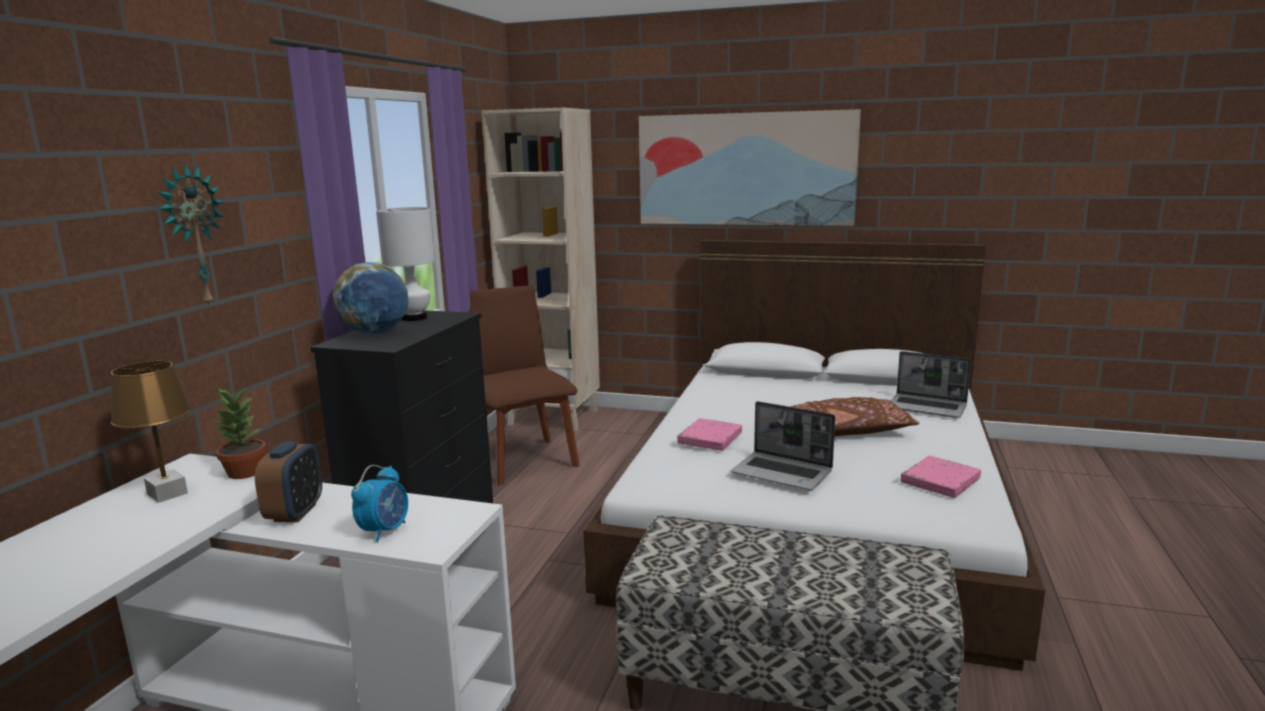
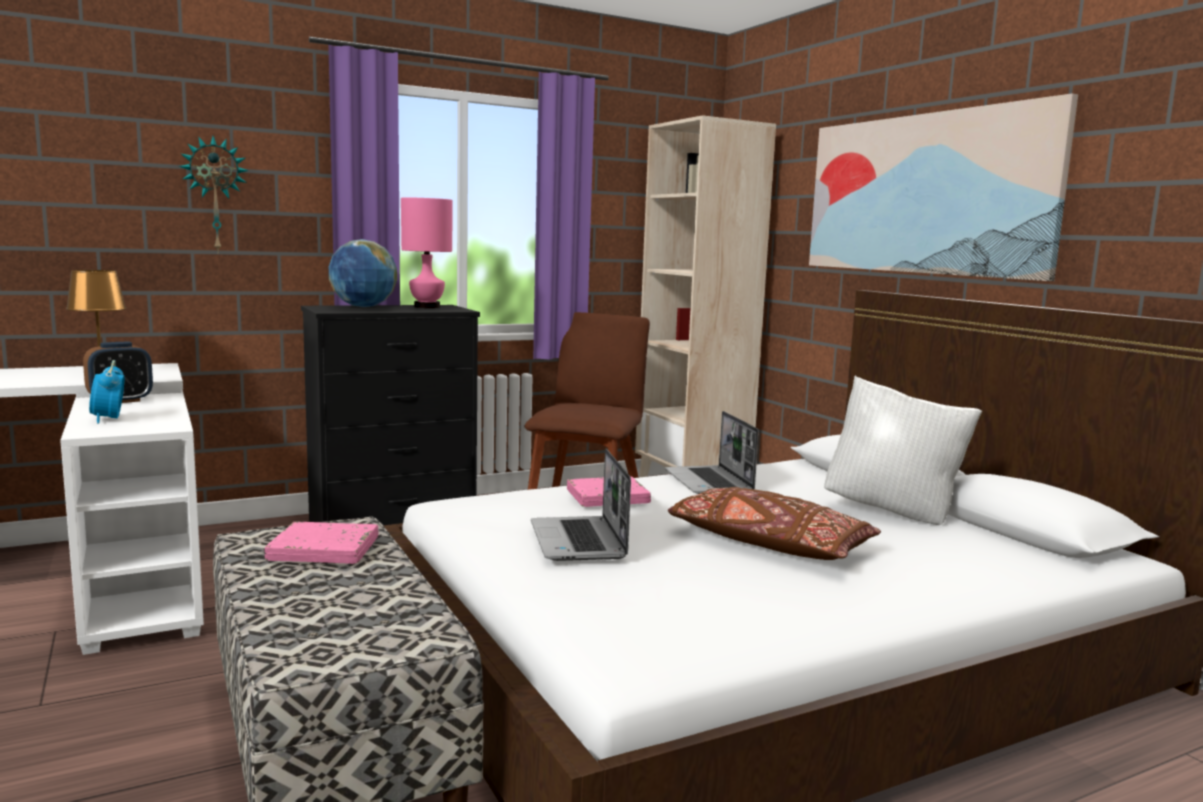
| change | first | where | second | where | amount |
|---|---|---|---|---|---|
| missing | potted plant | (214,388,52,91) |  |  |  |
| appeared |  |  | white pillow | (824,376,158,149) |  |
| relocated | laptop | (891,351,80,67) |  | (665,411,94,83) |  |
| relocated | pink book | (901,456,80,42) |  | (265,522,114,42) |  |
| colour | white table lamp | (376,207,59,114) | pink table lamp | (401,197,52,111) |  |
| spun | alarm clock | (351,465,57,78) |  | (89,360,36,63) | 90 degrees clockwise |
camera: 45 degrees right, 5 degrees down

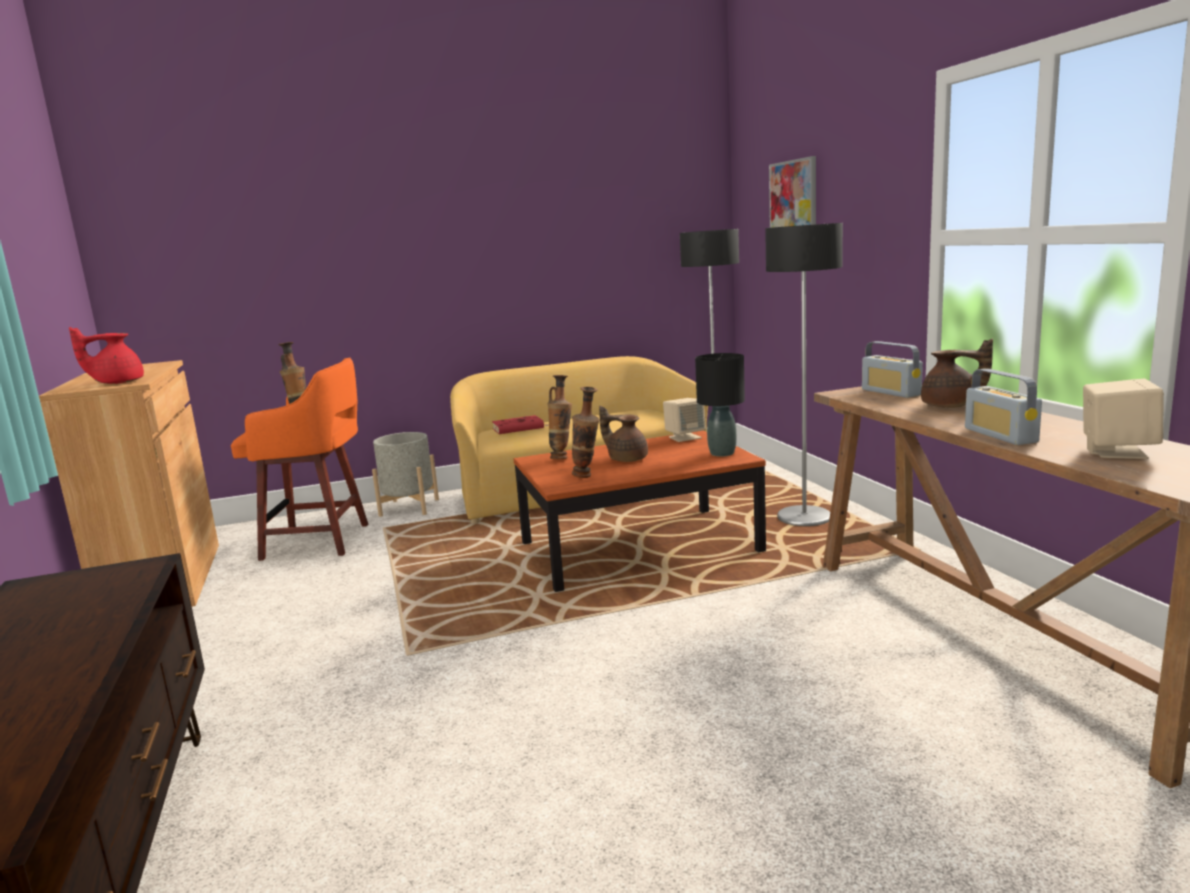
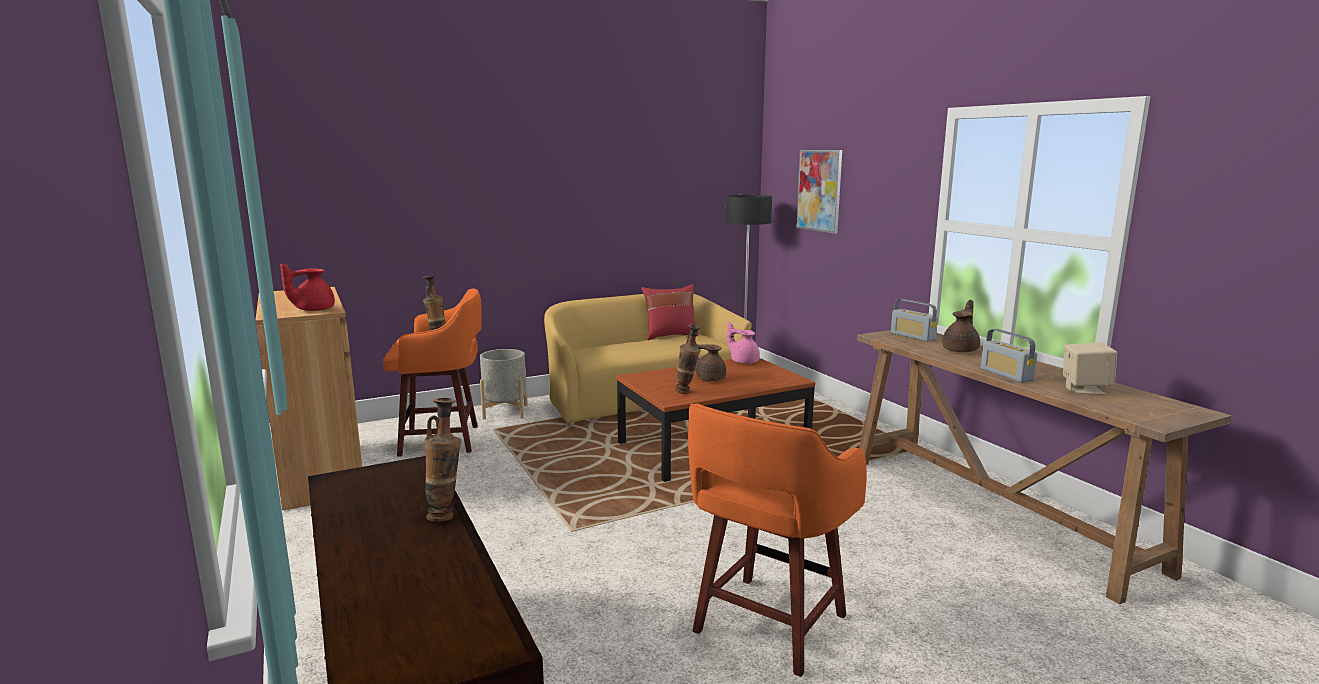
| change | first | where | second | where | amount |
|---|---|---|---|---|---|
| missing | red book | (492,415,52,19) |  |  |  |
| missing | black table lamp | (695,353,50,104) |  |  |  |
| missing | floor lamp | (765,223,78,303) |  |  |  |
| appeared |  |  | red pillow | (641,284,57,56) |  |
| appeared |  |  | orange stool | (688,403,178,274) |  |
| relocated | vase | (548,375,24,84) |  | (424,398,37,124) |  |
| exchanged | beige speaker | (663,398,43,44) | pink teapot | (727,322,33,42) |  |
| spun | brown teapot | (921,339,72,69) |  | (942,300,38,52) | 75 degrees counterclockwise |
camera: 10 degrees left, 0 degrees up

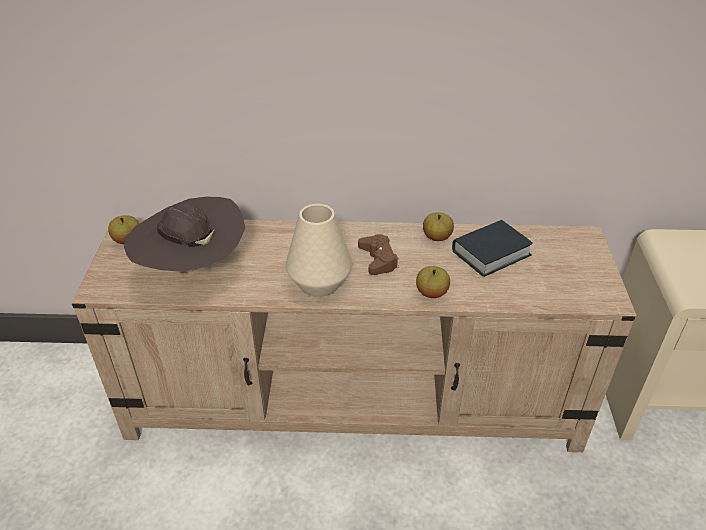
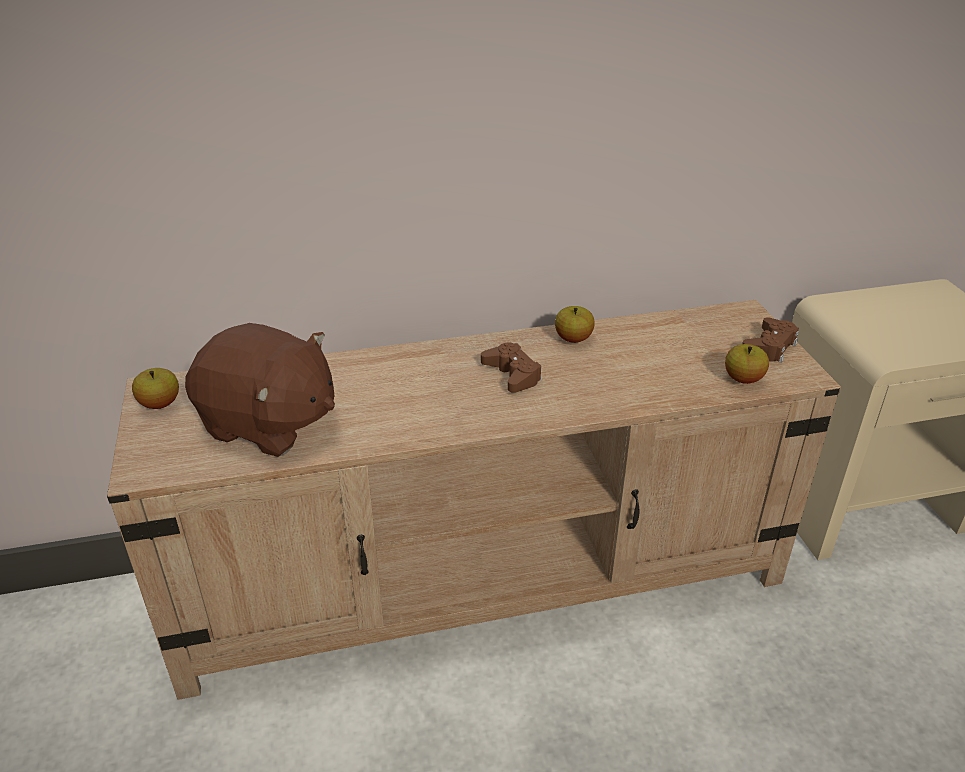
| change | first | where | second | where | amount |
|---|---|---|---|---|---|
| missing | beige vase | (286,204,66,93) |  |  |  |
| missing | book | (452,220,81,57) |  |  |  |
| appeared |  |  | brown game controller | (742,317,57,46) |  |
| relocated | apple | (416,266,34,32) |  | (725,344,44,40) |  |
| exchanged | brown hat | (124,197,122,76) | brown plush toy | (185,323,150,134) |  |
camera: 15 degrees left, 5 degrees down

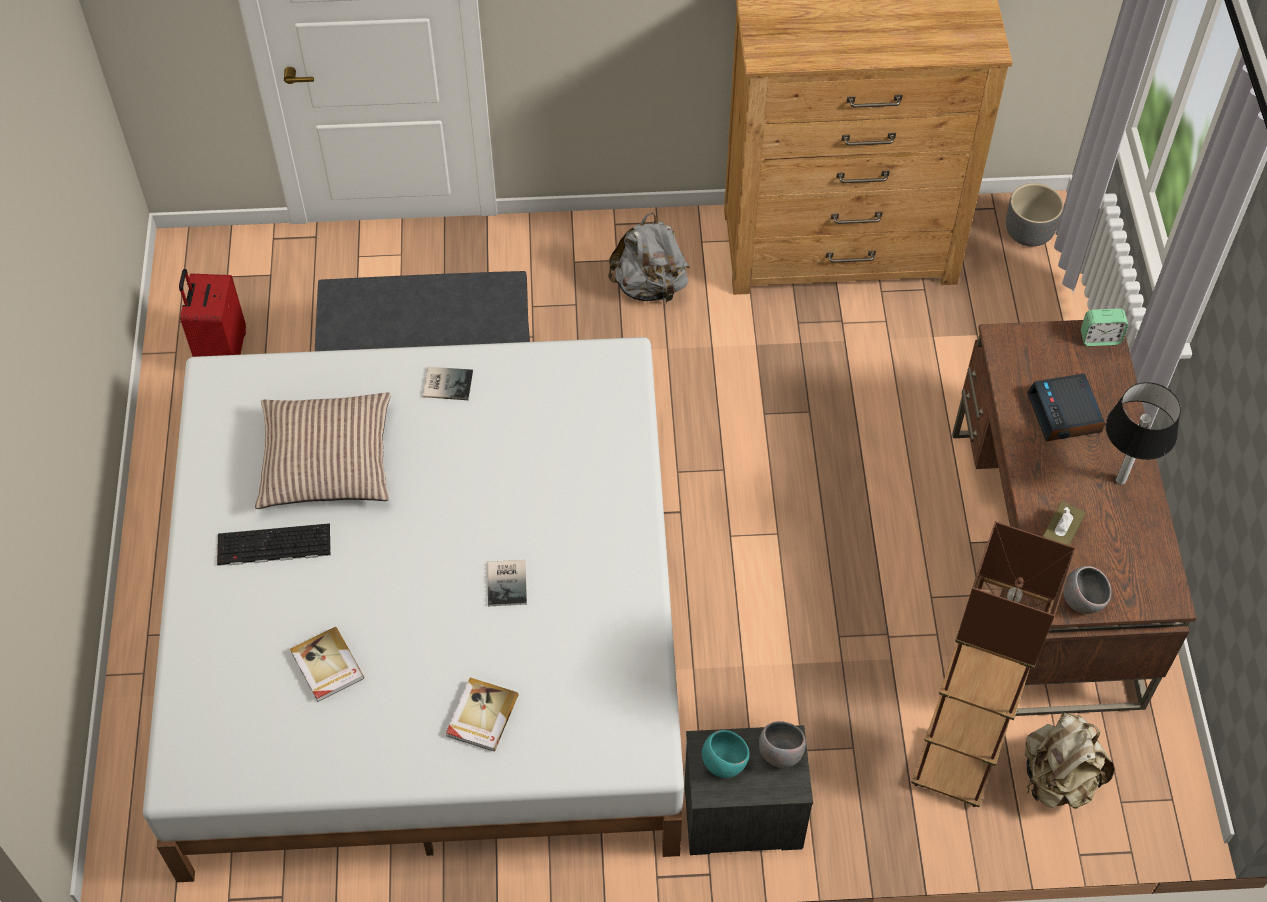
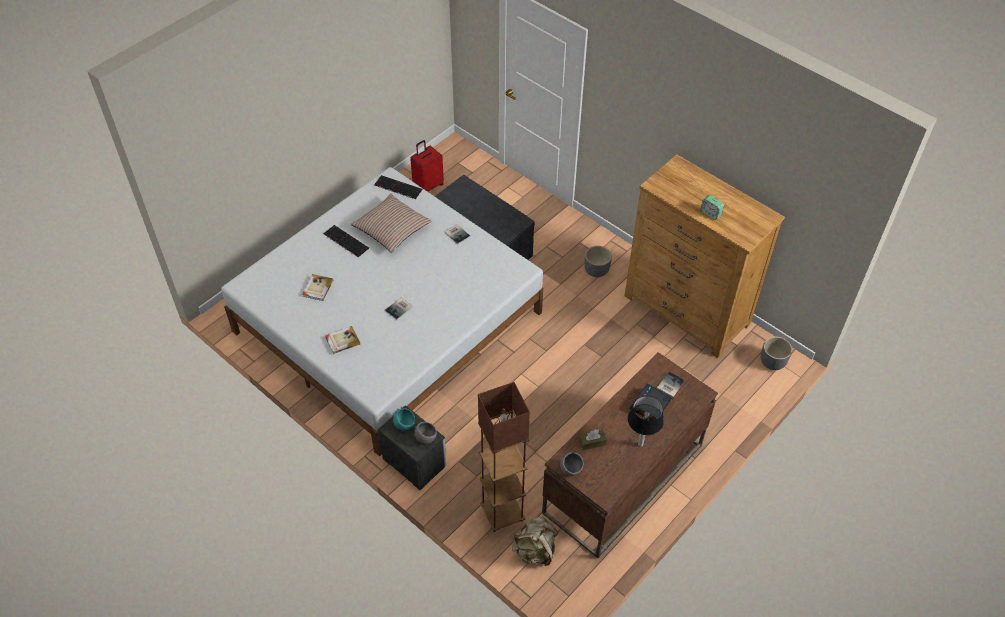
| change | first | where | second | where | amount |
|---|---|---|---|---|---|
| appeared |  |  | keyboard | (374,175,49,24) |  |
| appeared |  |  | book | (657,372,28,25) |  |
| relocated | alarm clock | (1081,308,47,38) |  | (701,195,23,25) |  |
| exchanged | grey backpack | (608,212,82,92) | grey planter | (584,246,28,31) |  |
camera: 45 degrees right, 5 degrees down

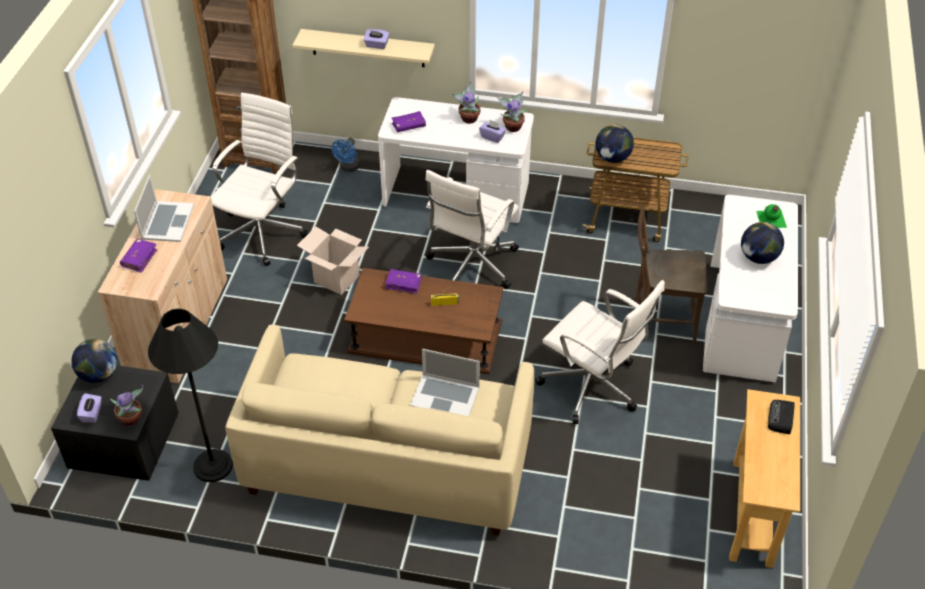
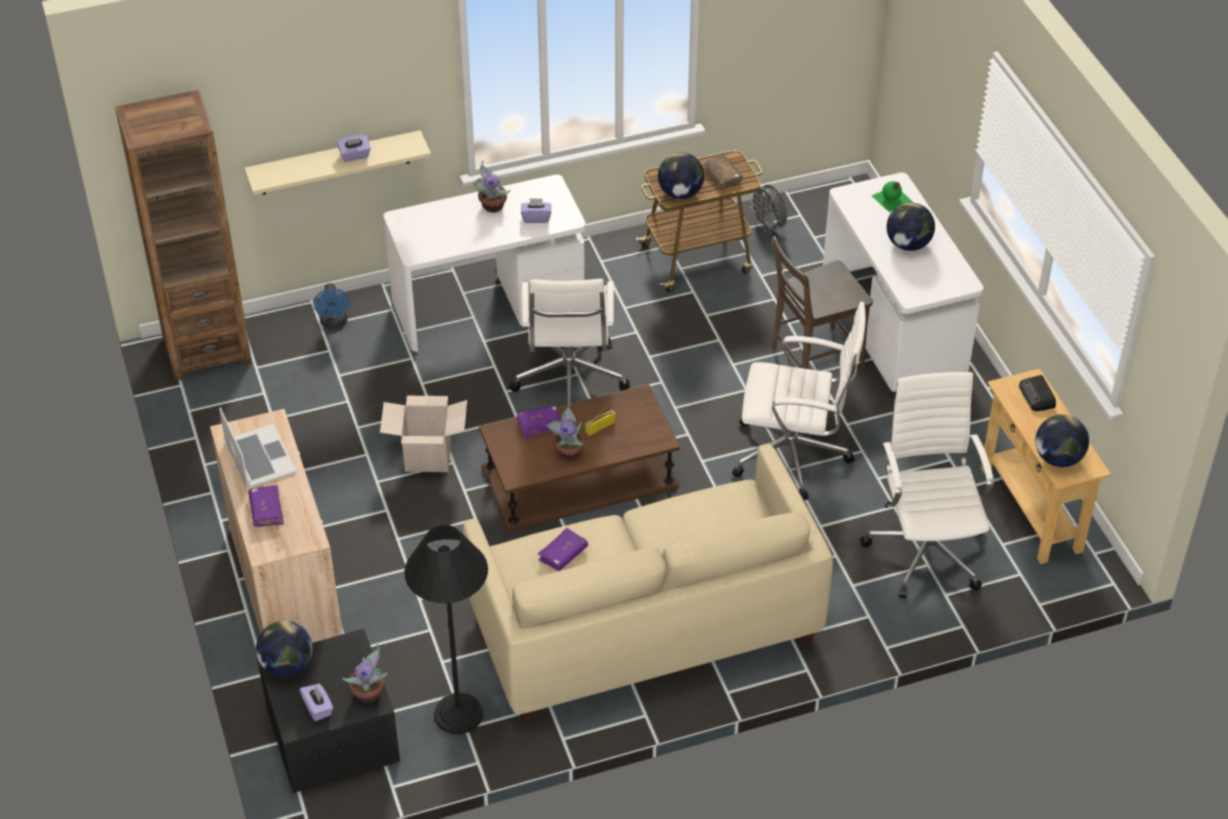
| change | first | where | second | where | amount |
|---|---|---|---|---|---|
| missing | laptop | (410,349,70,67) |  |  |  |
| appeared |  |  | brown book | (703,155,40,36) |  |
| appeared |  |  | grey fan | (749,185,38,49) |  |
| appeared |  |  | globe | (1035,414,54,53) |  |
| relocated | white office chair | (211,93,98,173) |  | (860,372,134,226) |  |
| relocated | purple book | (391,111,35,21) |  | (538,528,50,43) |  |
| relocated | potted plant | (497,91,30,41) |  | (545,404,40,56) |  |
camera: 30 degrees left, 0 degrees up

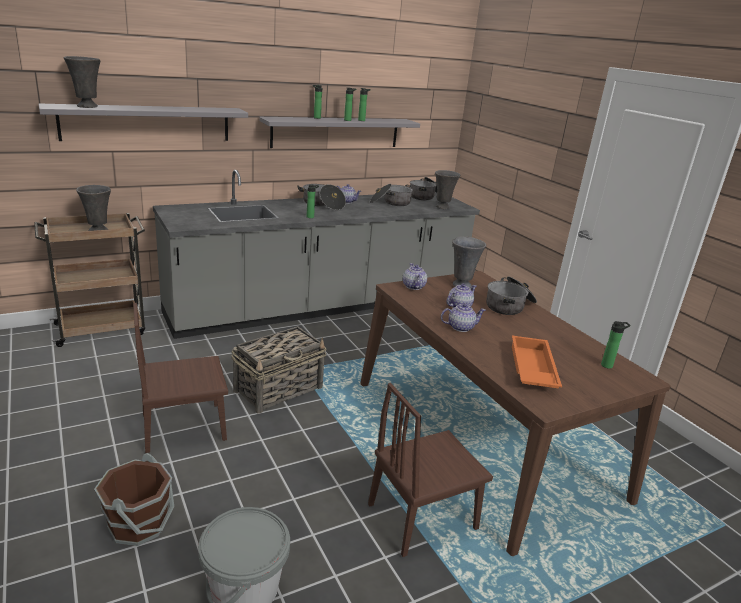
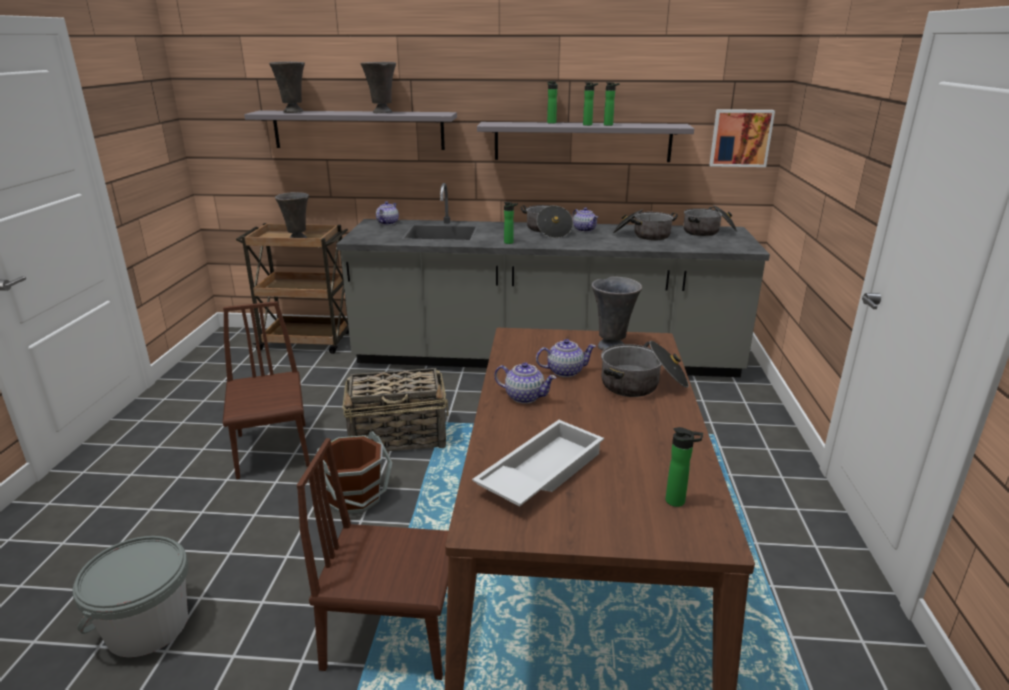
| change | first | where | second | where | amount |
|---|---|---|---|---|---|
| appeared |  |  | picture | (709,109,66,58) |  |
| relocated | brown bucket | (94,453,81,93) |  | (317,431,75,83) |  |
| relocated | teapot | (403,263,24,27) |  | (376,201,23,24) |  |
| relocated | grey vase | (435,170,25,39) |  | (361,62,35,51) |  |
| colour | orange tray | (512,336,50,53) | white tray | (472,420,132,87) |  |
| spun | brown chair | (133,303,95,150) |  | (223,301,87,178) | 60 degrees clockwise |
camera: 35 degrees right, 0 degrees up

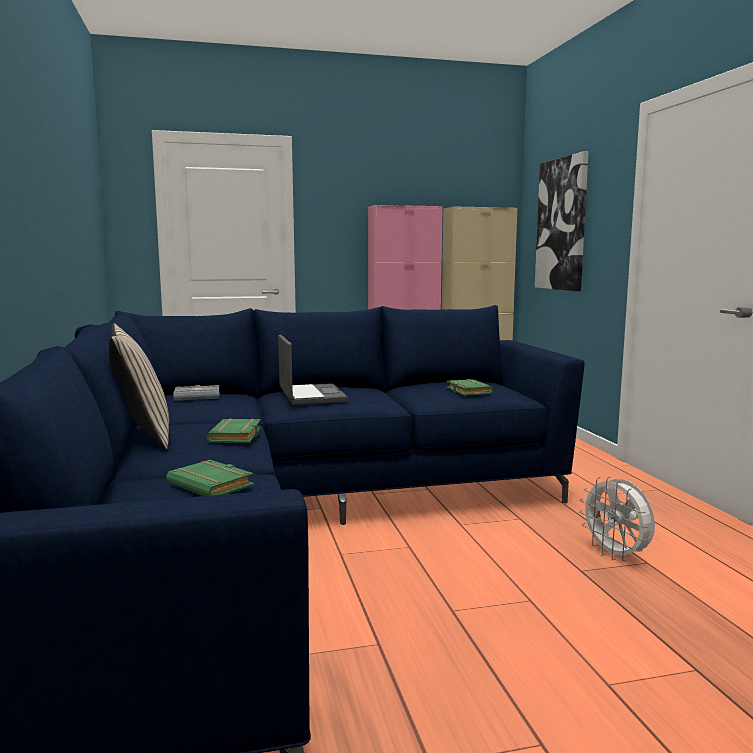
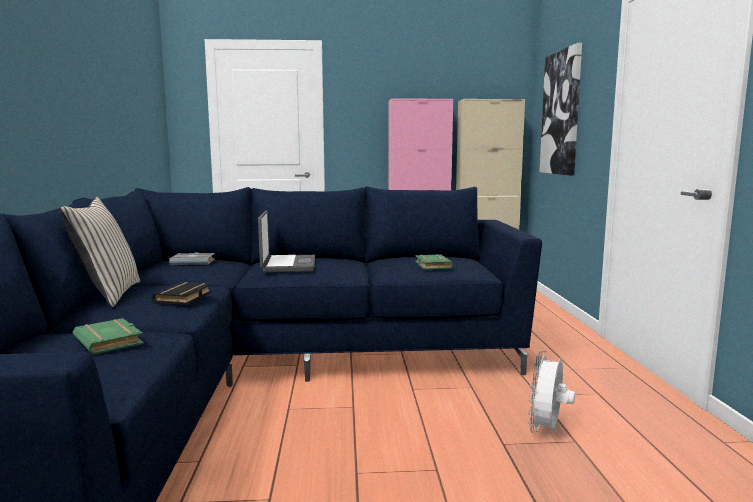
| change | first | where | second | where | amount |
|---|---|---|---|---|---|
| colour | green book | (206,419,55,24) | black book | (151,282,61,22) |  |
| spun | white fan | (579,476,76,85) |  | (528,351,47,83) | 45 degrees clockwise |
camera: 10 degrees right, 0 degrees up

